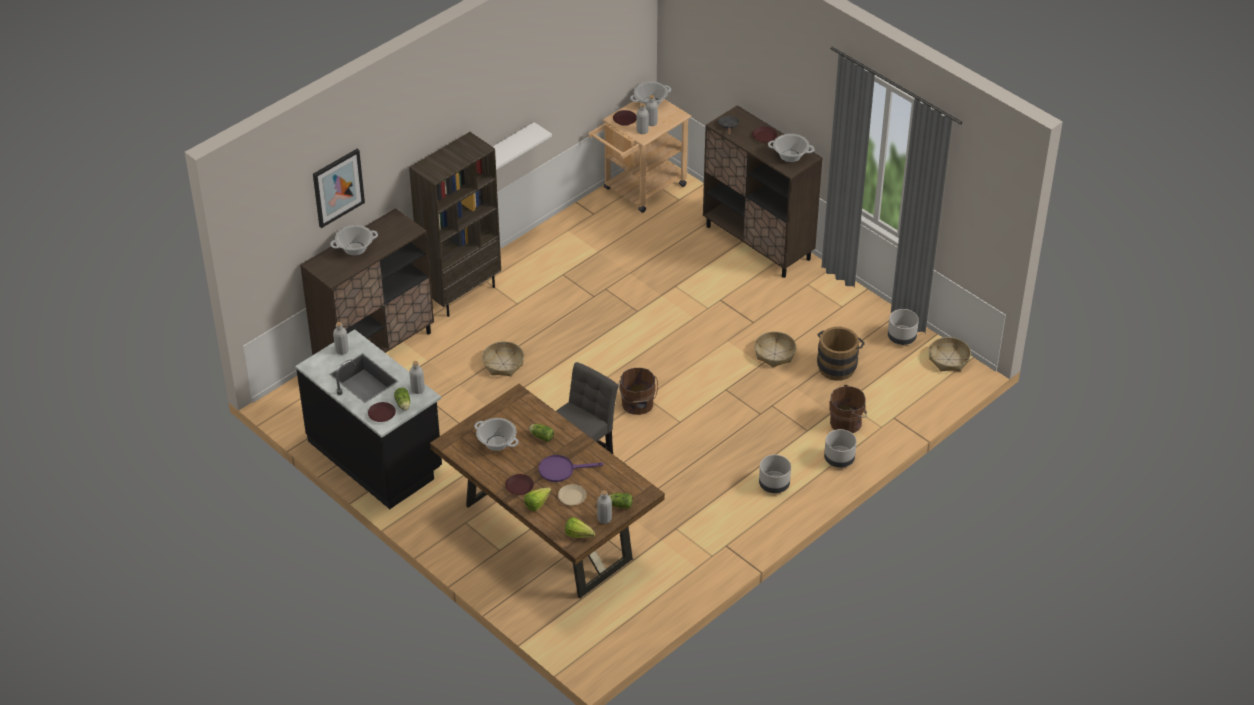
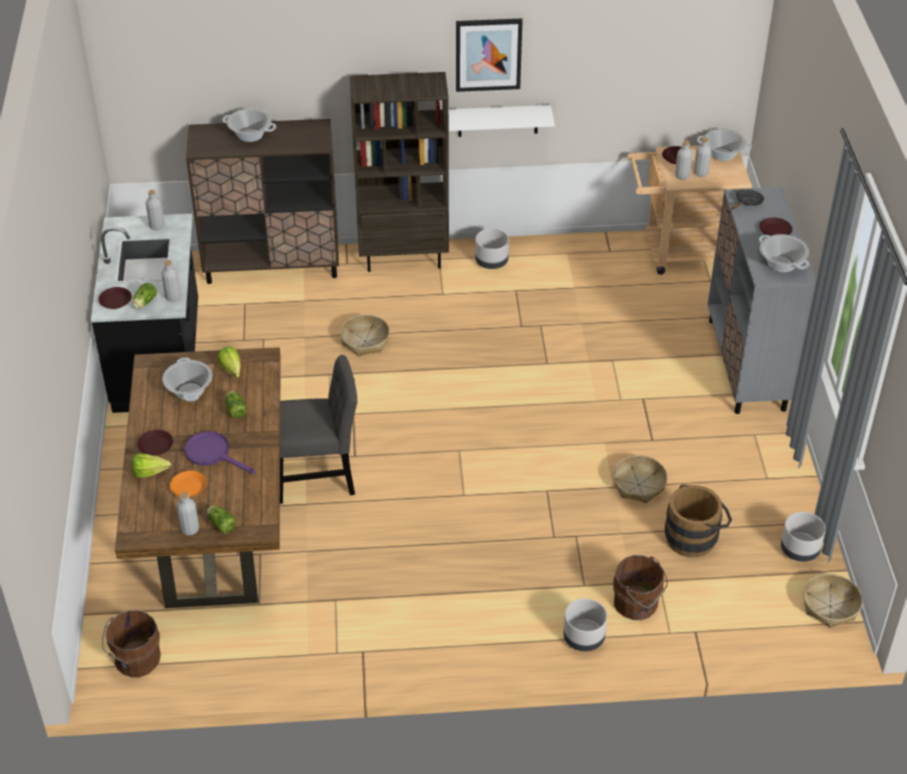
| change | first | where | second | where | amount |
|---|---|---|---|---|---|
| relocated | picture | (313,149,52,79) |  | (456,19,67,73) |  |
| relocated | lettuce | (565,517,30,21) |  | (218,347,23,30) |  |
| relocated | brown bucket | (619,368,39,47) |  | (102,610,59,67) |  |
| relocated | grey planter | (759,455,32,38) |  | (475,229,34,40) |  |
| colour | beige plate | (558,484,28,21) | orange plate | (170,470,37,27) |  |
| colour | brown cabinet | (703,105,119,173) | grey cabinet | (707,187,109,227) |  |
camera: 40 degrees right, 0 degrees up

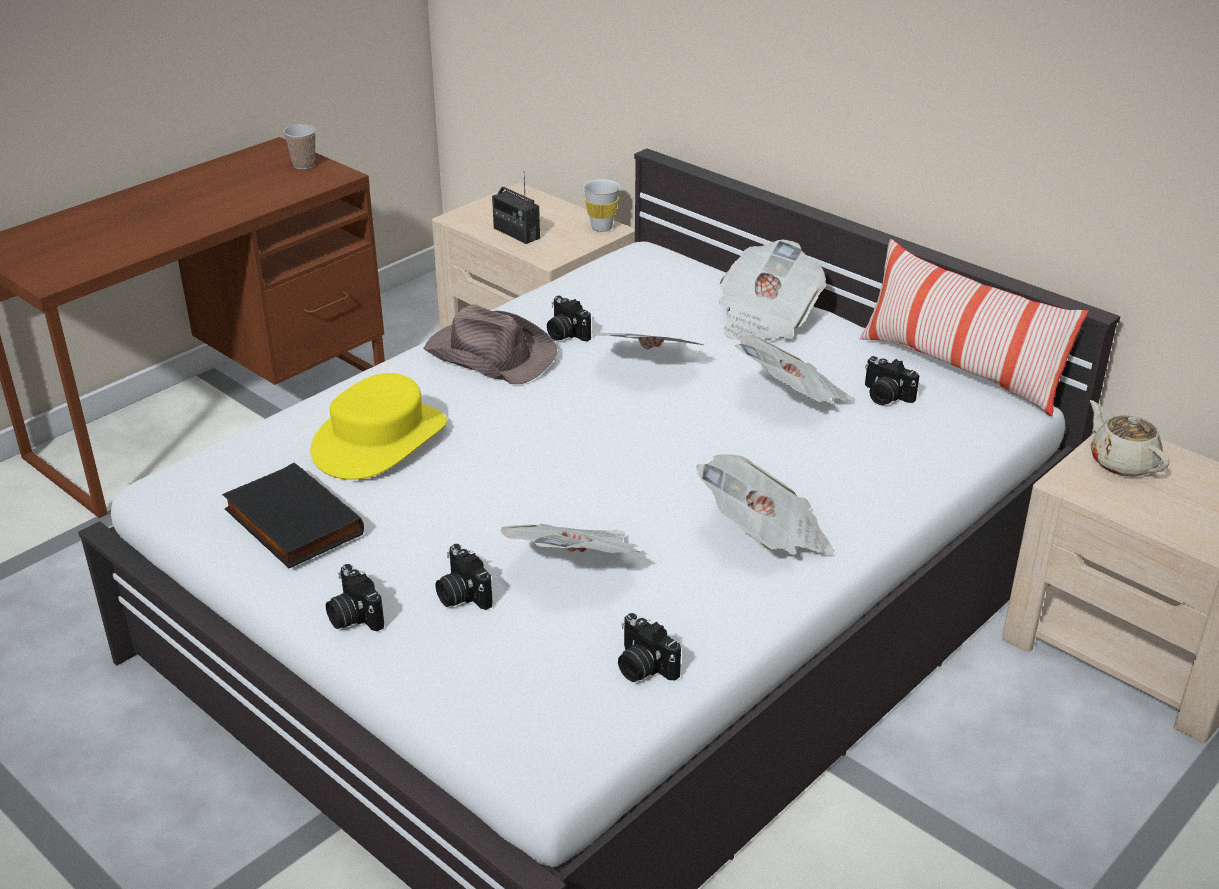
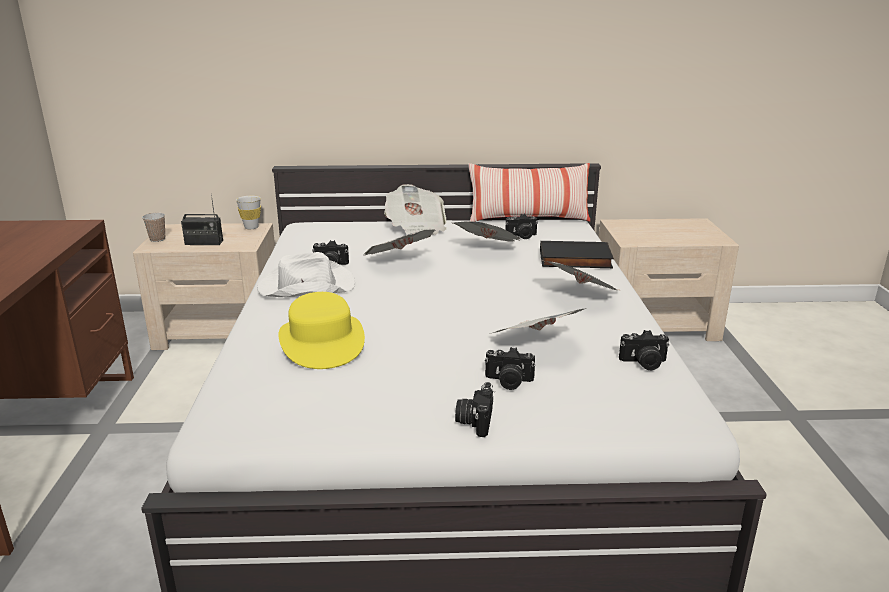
| change | first | where | second | where | amount |
|---|---|---|---|---|---|
| missing | beige teapot | (1090,400,80,77) |  |  |  |
| relocated | black book | (222,463,142,105) |  | (540,241,74,27) |  |
| relocated | cup | (283,124,33,46) |  | (142,213,23,29) |  |
| colour | brown hat | (423,304,135,80) | white hat | (257,252,98,45) |  |
| spun | photo camera | (326,564,58,67) |  | (455,382,40,55) | 90 degrees clockwise |
camera: 45 degrees left, 10 degrees down

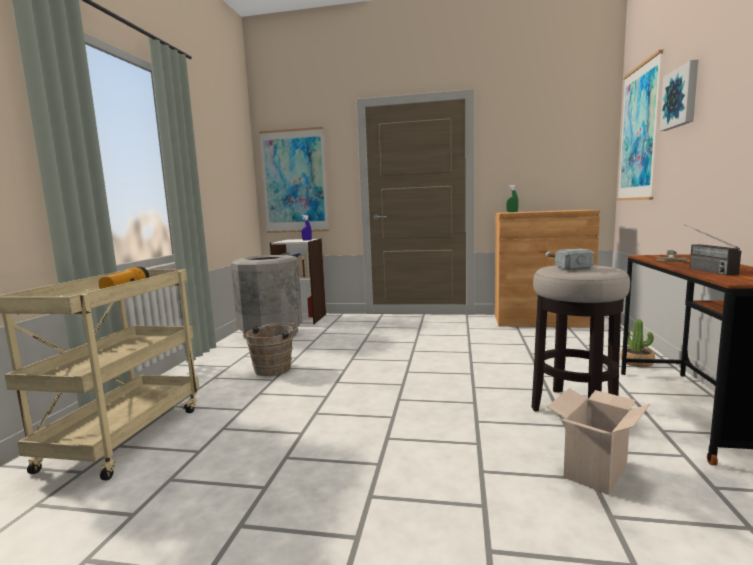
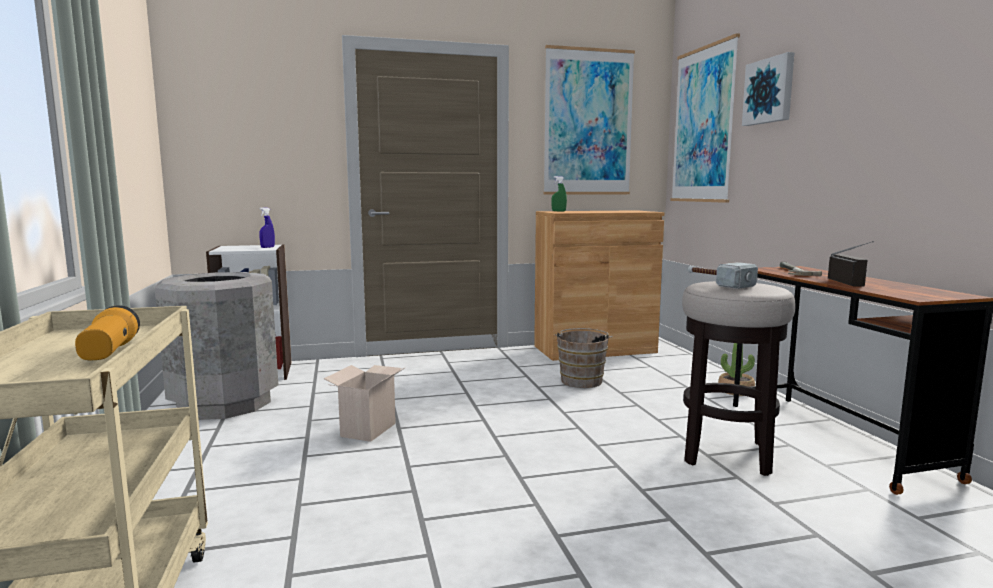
| change | first | where | second | where | amount |
|---|---|---|---|---|---|
| relocated | brown bucket | (245,323,53,53) |  | (555,328,58,60) |  |
| relocated | picture | (259,127,70,106) |  | (543,45,92,150) |  |
| relocated | cardboard box | (547,388,103,107) |  | (324,365,82,77) |  |
| spun | radio | (685,225,56,50) |  | (828,241,46,46) | 150 degrees counterclockwise |
camera: 25 degrees left, 0 degrees up

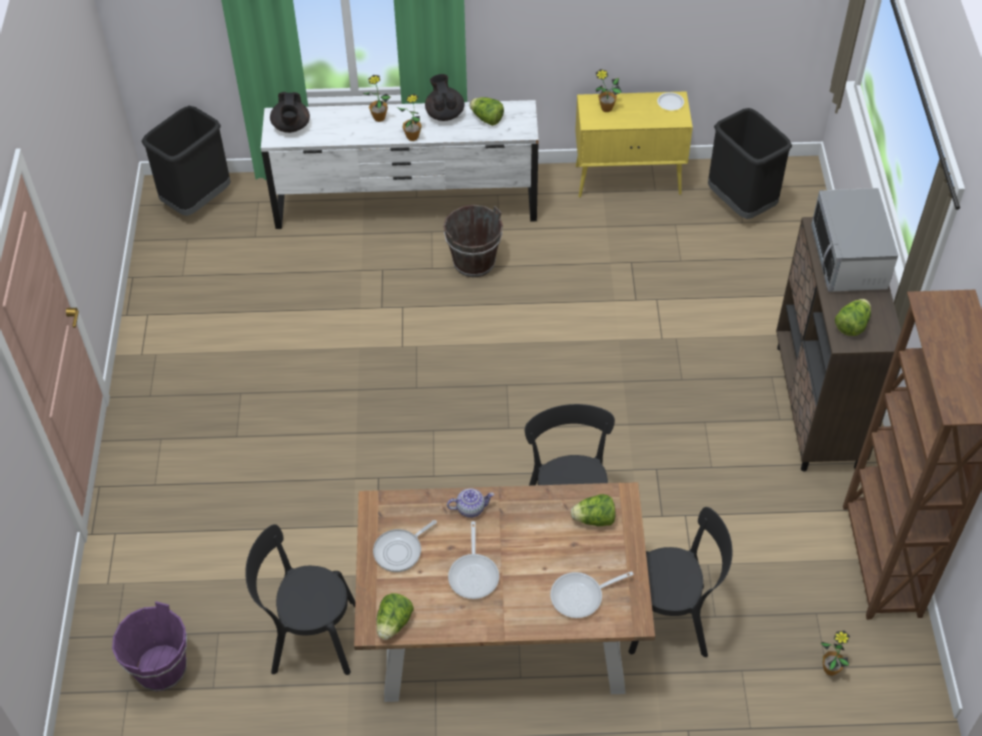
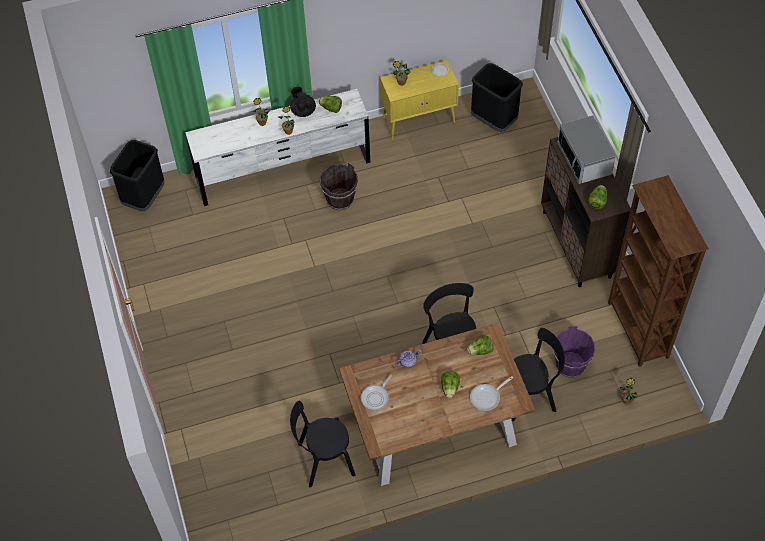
| change | first | where | second | where | amount |
|---|---|---|---|---|---|
| missing | black teapot | (270,92,40,41) |  |  |  |
| missing | frying pan | (448,521,51,78) |  |  |  |
| relocated | purple bucket | (112,601,75,91) |  | (553,326,42,52) |  |
| relocated | lettuce | (376,593,38,47) |  | (441,371,19,27) |  |
camera: 15 degrees left, 5 degrees up

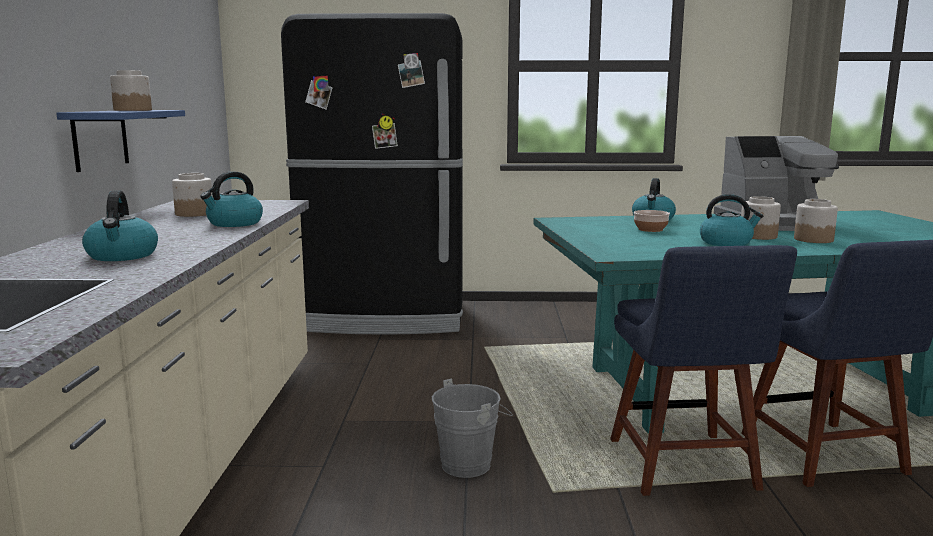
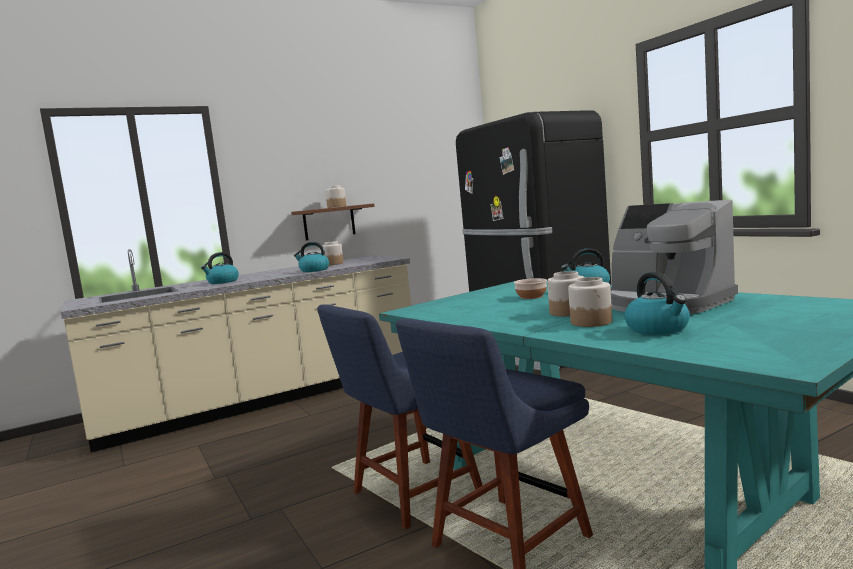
| change | first | where | second | where | amount |
|---|---|---|---|---|---|
| missing | grey bucket | (432,379,81,99) |  |  |  |
| relocated | kettle | (700,194,63,52) |  | (625,272,65,63) |  |
| colour | blue shelf | (56,110,129,62) | brown shelf | (291,203,84,37) |  |
camera: 60 degrees right, 5 degrees down

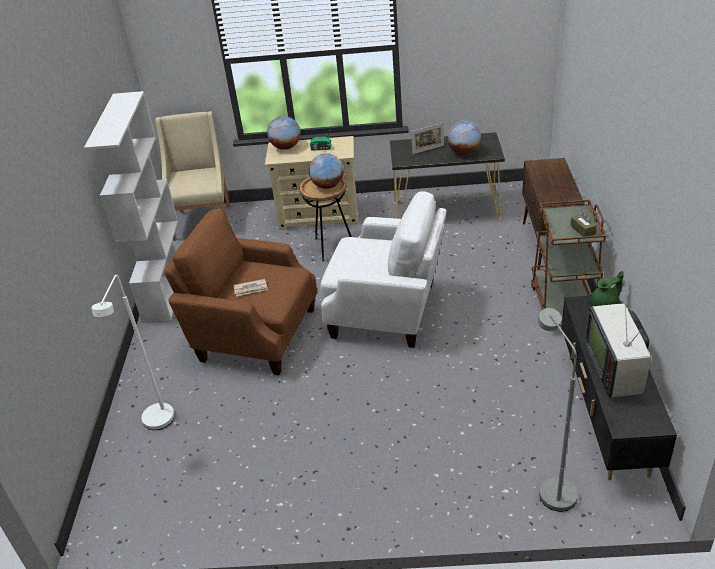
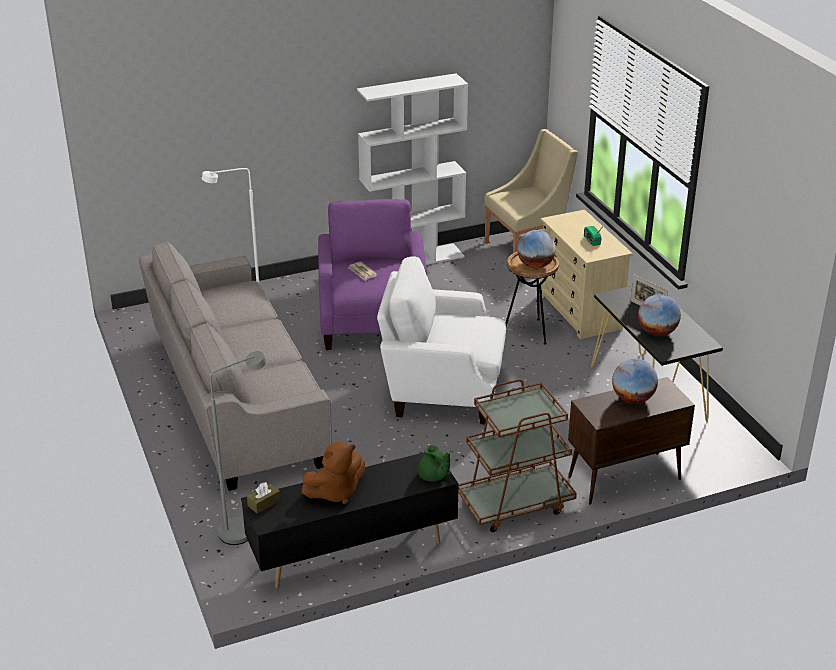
| change | first | where | second | where | amount |
|---|---|---|---|---|---|
| appeared |  |  | grey sofa | (139,241,193,250) |  |
| relocated | globe | (267,116,33,34) |  | (612,359,46,45) |  |
| relocated | brown tissue box | (570,212,27,25) |  | (247,482,34,31) |  |
| exchanged | television | (585,302,66,96) | brown plush toy | (301,442,64,62) |  |
| colour | brown armchair | (164,209,153,166) | purple armchair | (318,199,109,151) |  |
| spun | white armchair | (320,191,126,157) |  | (377,256,129,168) | 105 degrees clockwise |
camera: 65 degrees right, 5 degrees down

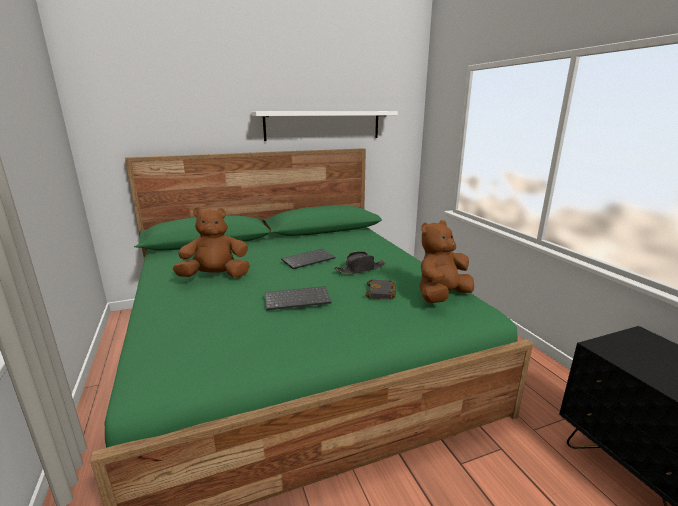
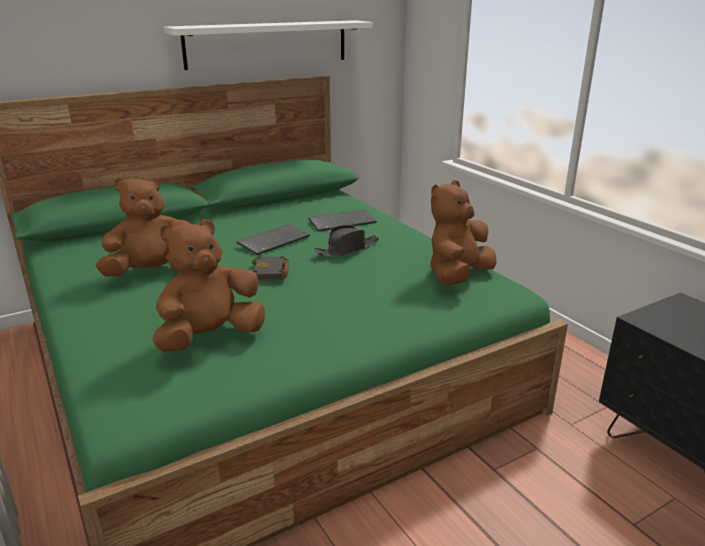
| change | first | where | second | where | amount |
|---|---|---|---|---|---|
| appeared |  |  | brown plush toy | (152,219,113,133) |  |
| relocated | keyboard | (264,286,67,24) |  | (308,209,69,23) |  |
| relocated | black book | (365,279,31,21) |  | (252,256,37,25) |  |
camera: 10 degrees left, 5 degrees up

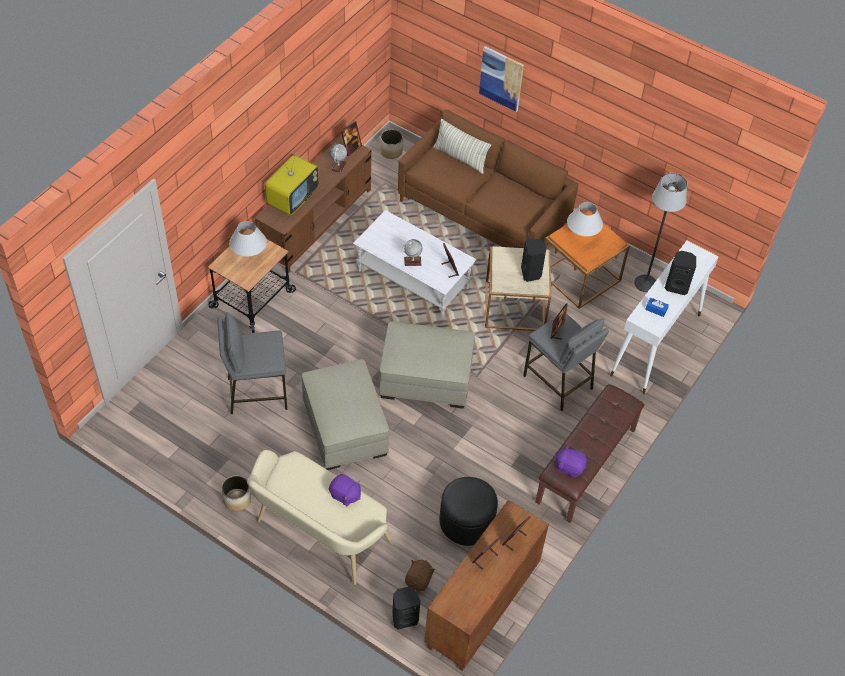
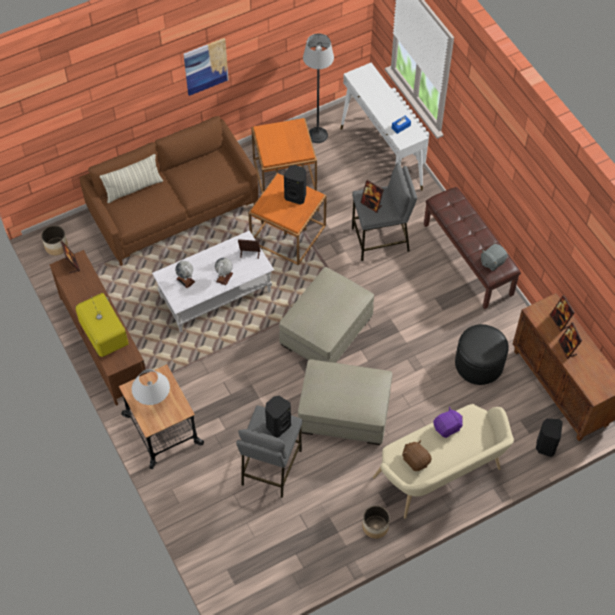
| change | first | where | second | where | amount |
|---|---|---|---|---|---|
| missing | white table lamp | (567,202,36,34) |  |  |  |
| relocated | globe | (330,144,17,29) |  | (175,261,20,27) |  |
| relocated | brown plush toy | (405,559,30,32) |  | (402,440,30,31) |  |
| relocated | picture | (479,46,45,66) |  | (183,38,45,58) |  |
| relocated | black speaker | (665,251,31,44) |  | (265,396,26,41) |  |
| colour | beige side table | (485,246,66,85) | orange side table | (248,173,79,92) |  |
| colour | purple plush toy | (554,446,33,32) | grey plush toy | (481,244,27,27) |  |
camera: 60 degrees left, 5 degrees up

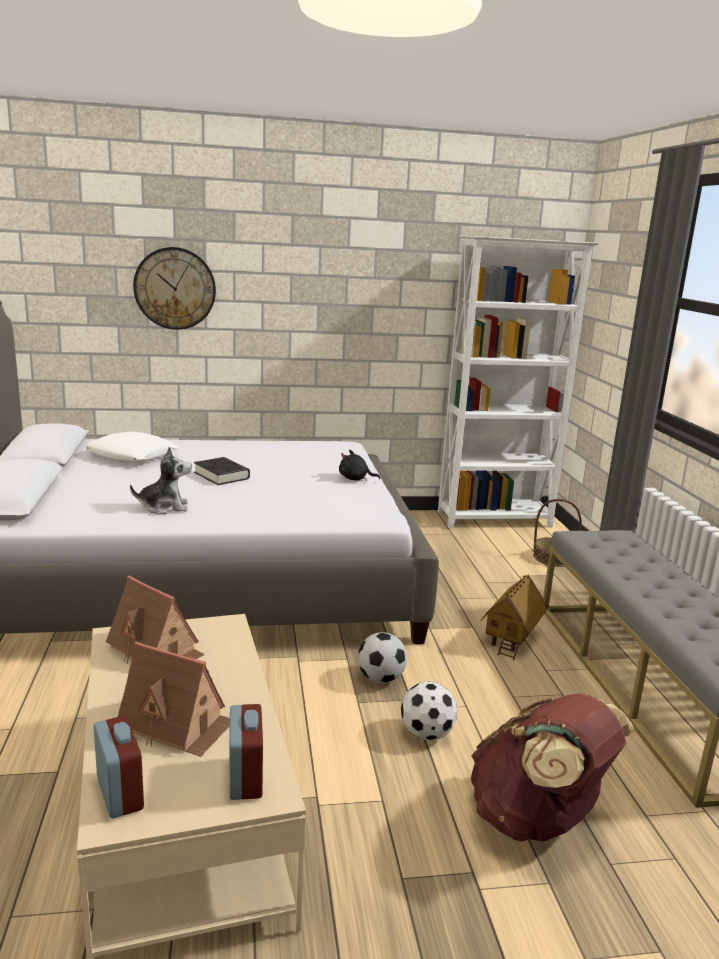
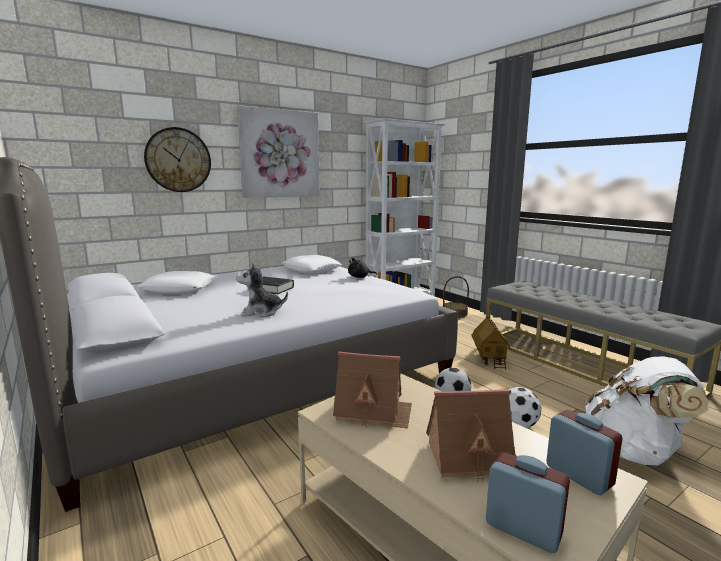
| change | first | where | second | where | amount |
|---|---|---|---|---|---|
| appeared |  |  | picture | (237,105,83,93) |  |
| appeared |  |  | white pillow | (282,255,60,18) |  |
| colour | brown backpack | (471,694,164,148) | white backpack | (586,356,122,110) |  |
| spun | plush toy | (130,446,62,68) |  | (236,263,52,55) | 150 degrees counterclockwise |
camera: 25 degrees left, 5 degrees down

